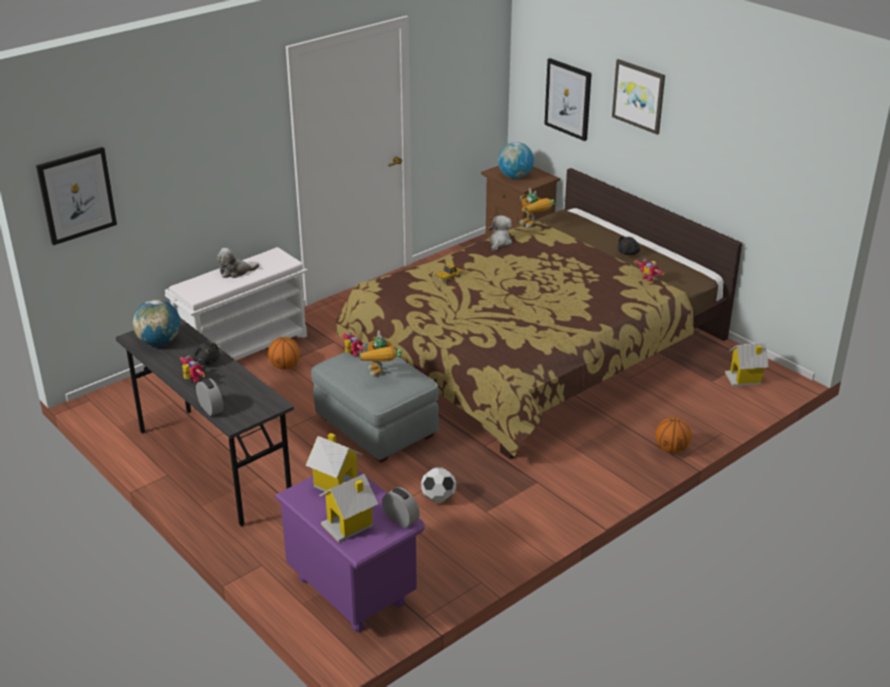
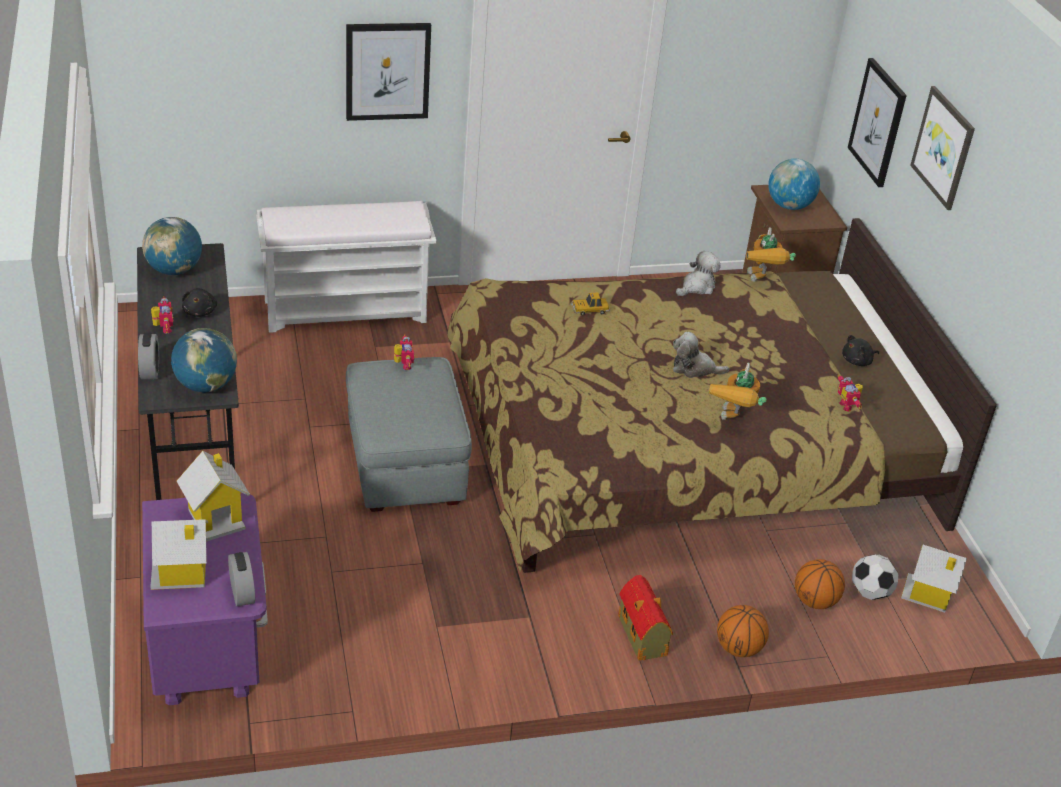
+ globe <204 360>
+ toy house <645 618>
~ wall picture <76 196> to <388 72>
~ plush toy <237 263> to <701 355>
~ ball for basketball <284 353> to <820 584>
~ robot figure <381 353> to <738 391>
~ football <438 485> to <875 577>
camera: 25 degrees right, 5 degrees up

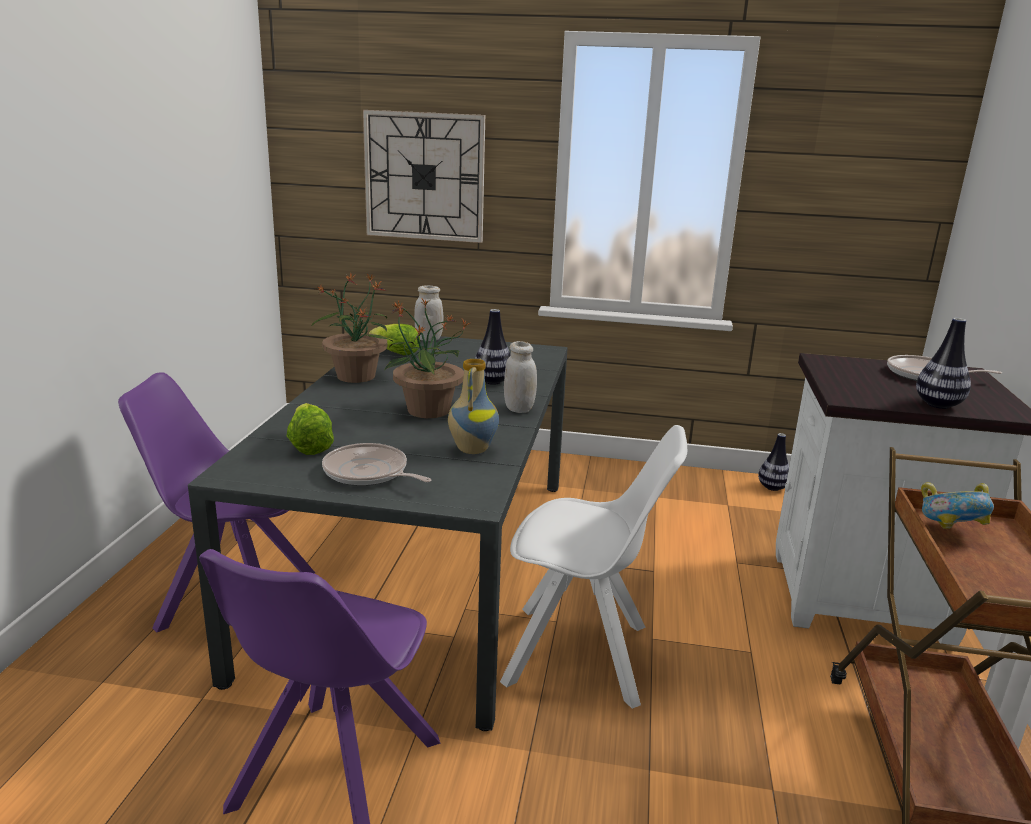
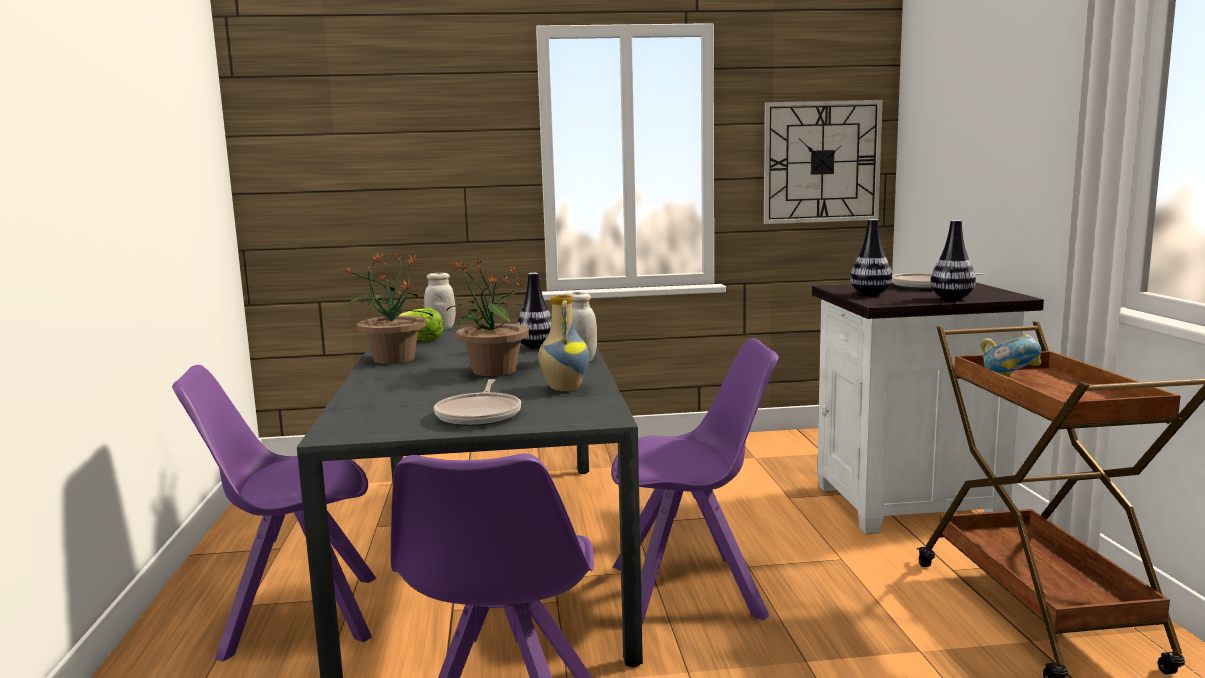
- lettuce head <310 429>
~ hanging clock <424 176> to <823 162>
~ flower vase <773 462> to <871 257>
~ upright chair (white-coloured) <593 567> to upright chair (purple-coloured) <695 481>
~ frying pan <376 464> = <477 402> 105 degrees counterclockwise
camera: 15 degrees left, 10 degrees down

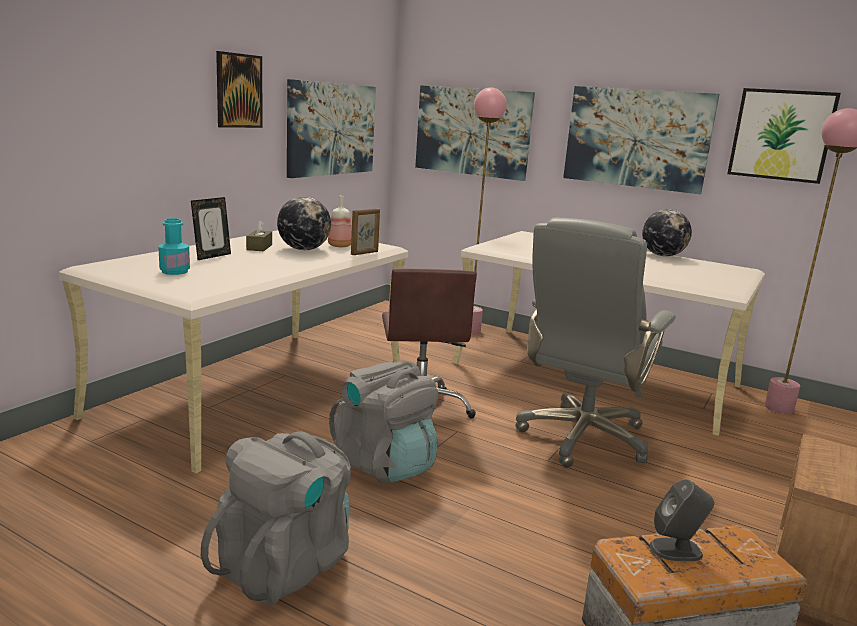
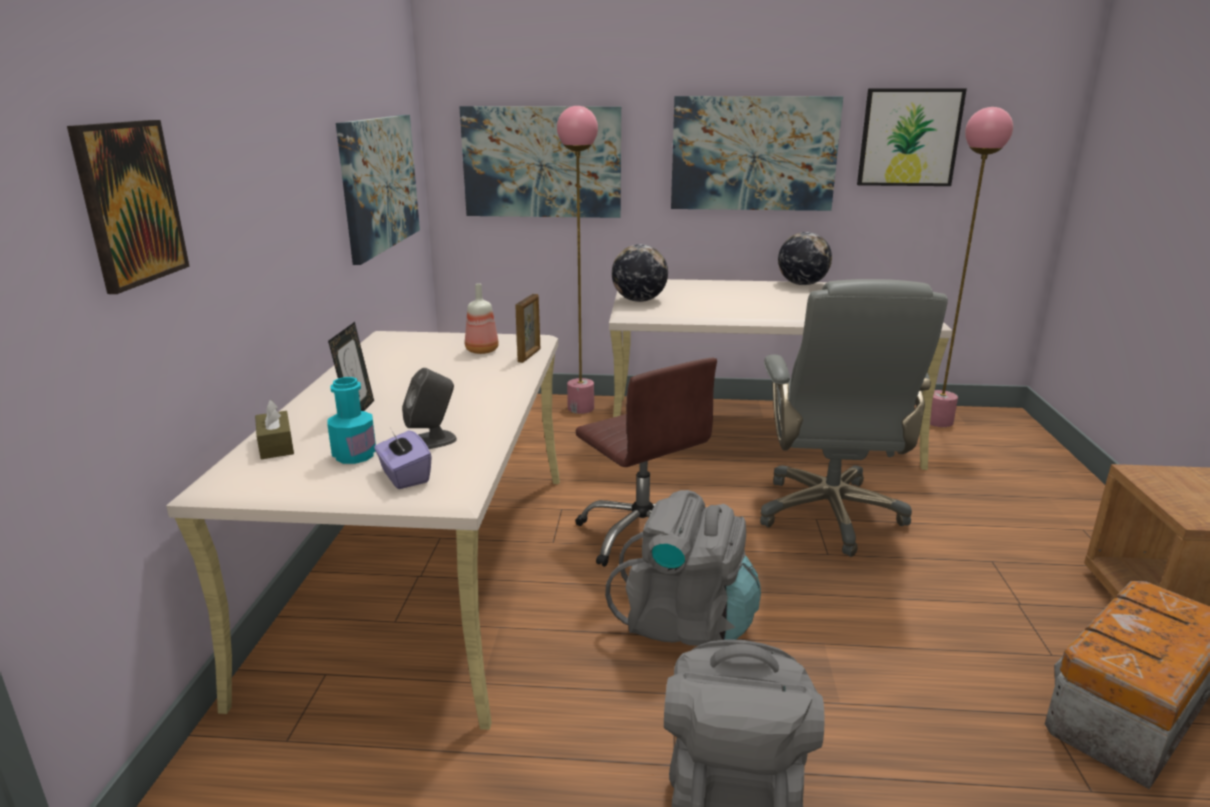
+ tissue holder (purple-coloured) <403 459>
~ wall picture <239 89> to <128 207>
~ tissue holder (brown-coloured) <259 235> to <274 429>
~ globe <304 223> to <640 273>
~ loudspeaker (gray) <682 520> to <429 408>
camera: 25 degrees left, 5 degrees up

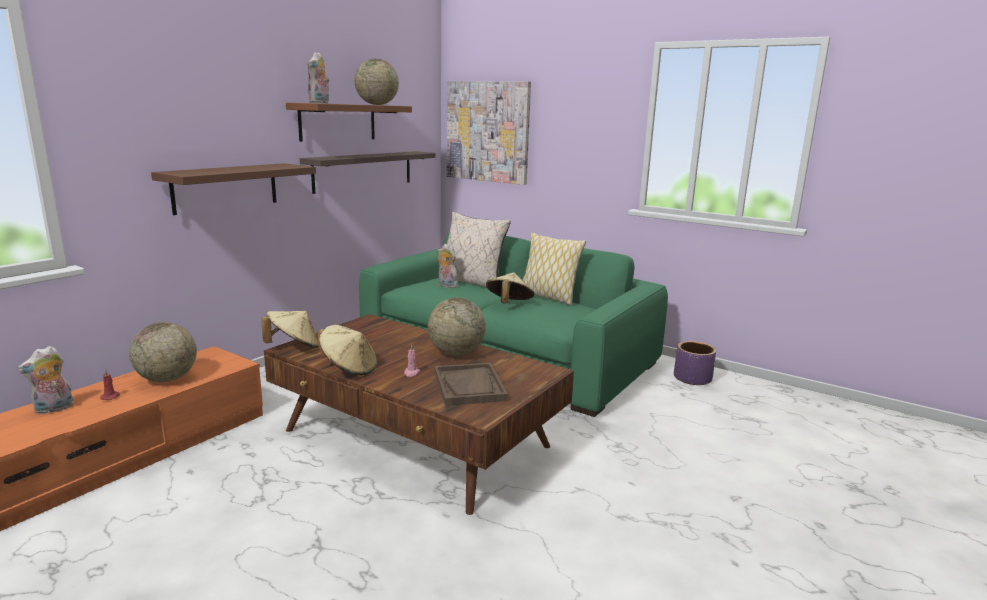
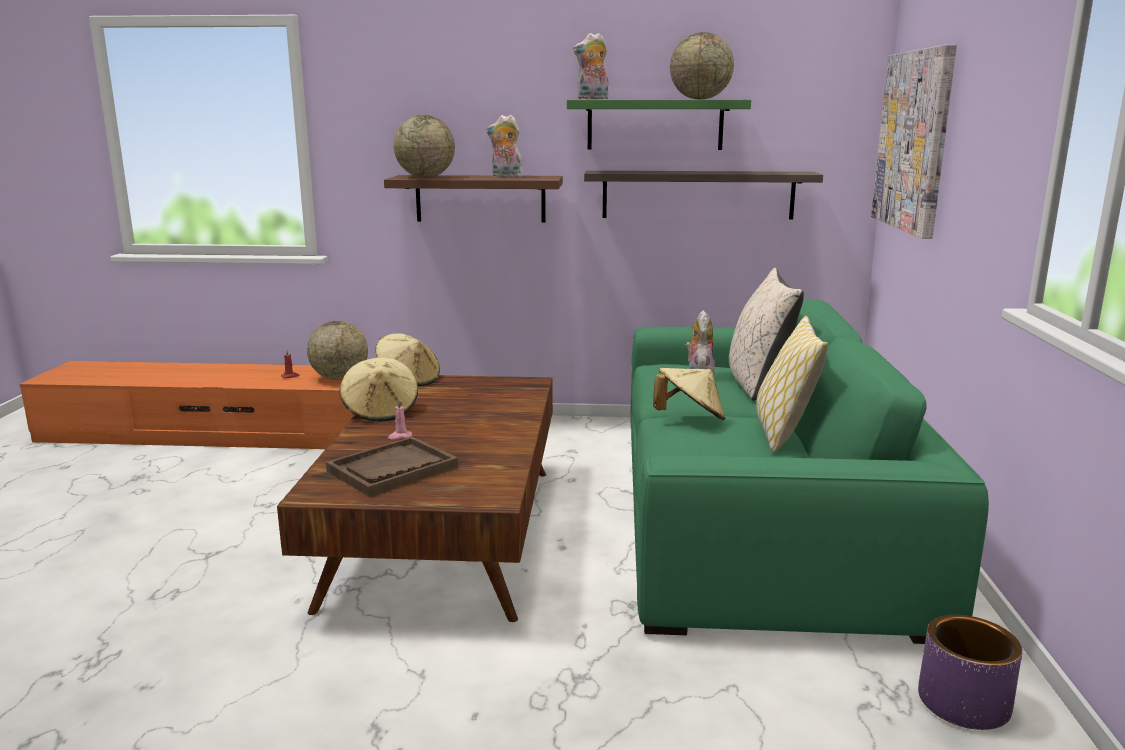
~ plush toy <46 380> to <505 146>
~ globe <457 327> to <424 146>
~ shelf (brown-coloured) <349 122> to shelf (green) <659 125>
camera: 60 degrees right, 0 degrees up

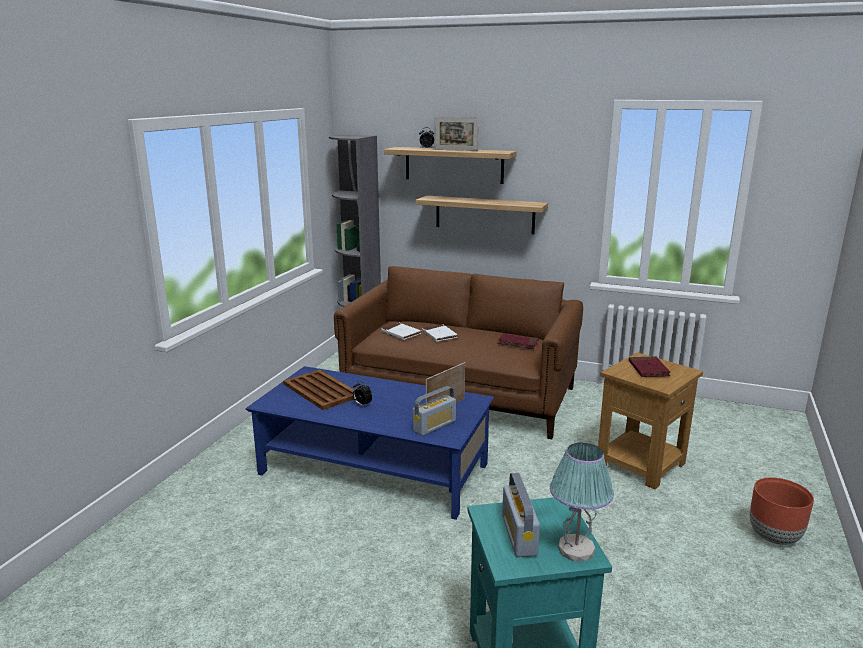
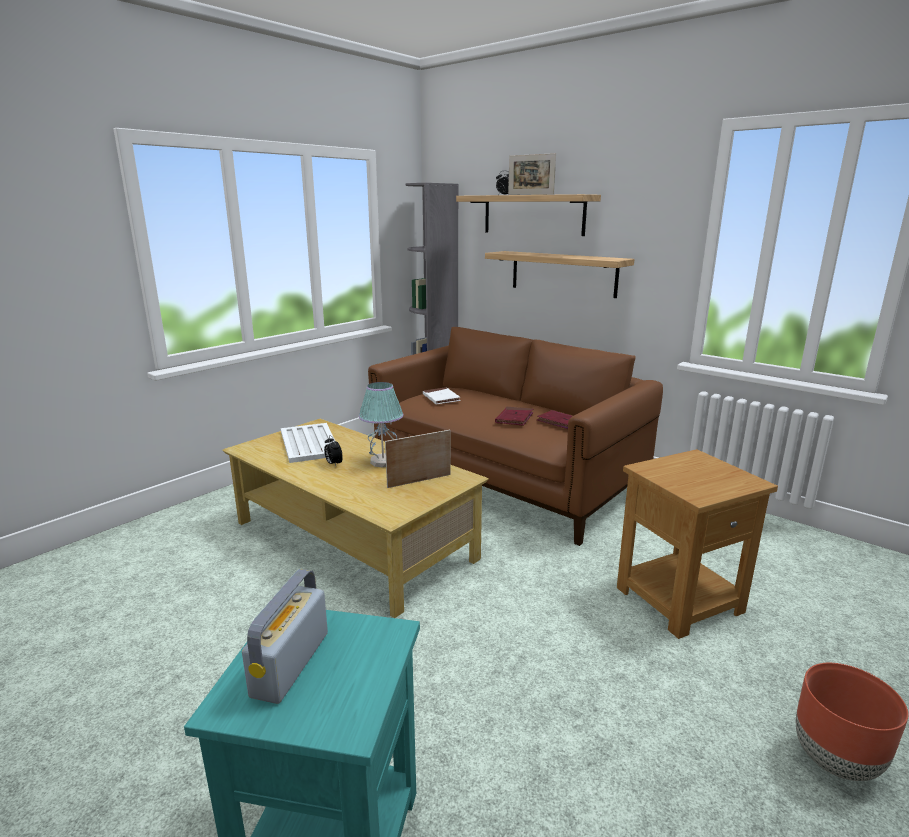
- radio <434 411>
- book (white-coloured) <440 333>
~ tabletop lamp <582 502> to <381 424>
~ book (reddish) <650 366> to <514 416>
~ coffee table (blue) <369 443> to coffee table (sand-coloured) <355 518>
~ carrying tray (brown-coloured) <318 390> to carrying tray (white-coloured) <308 443>
camera: 20 degrees right, 0 degrees up

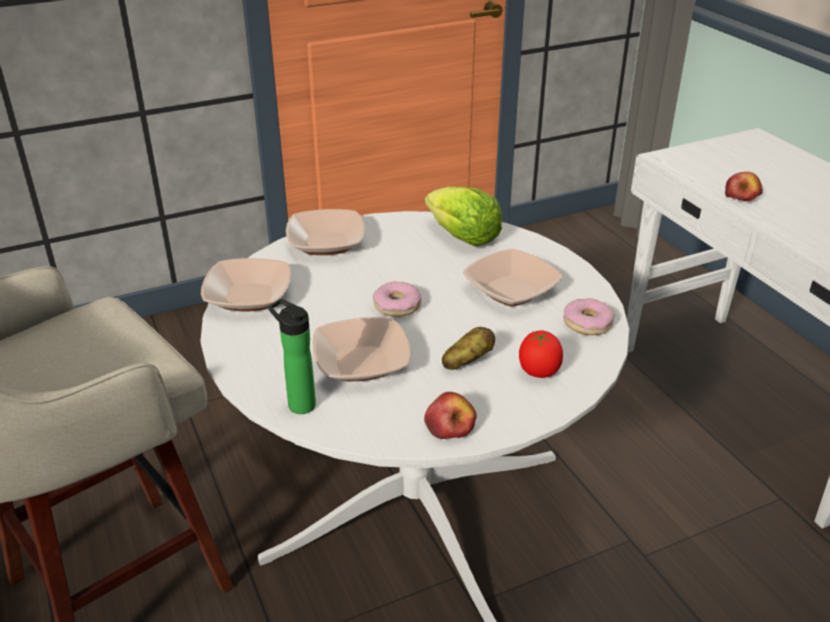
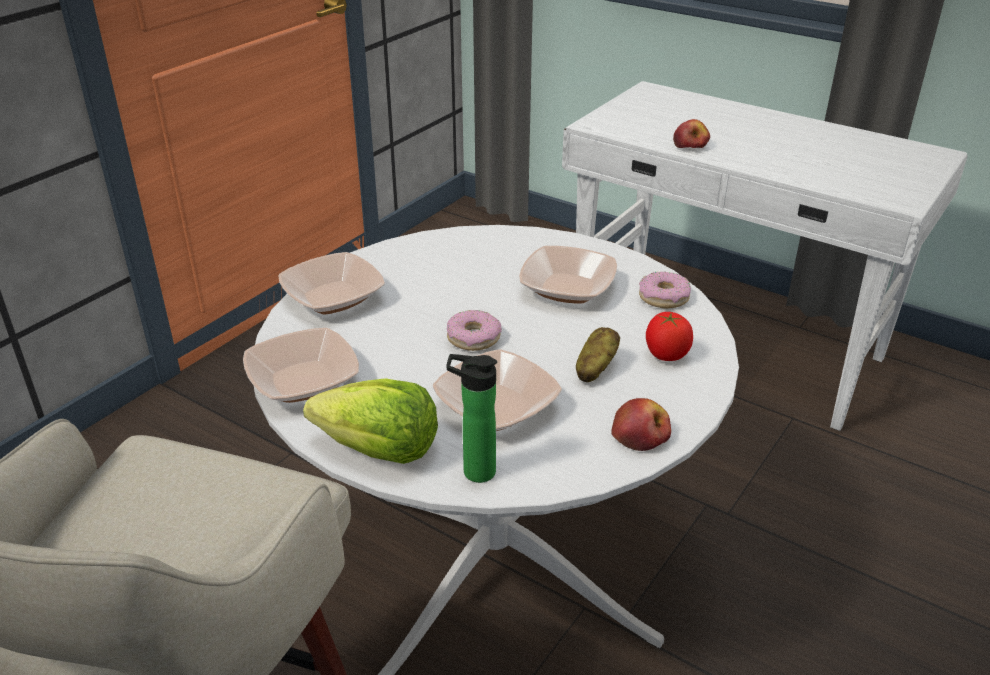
~ lettuce head <463 216> to <370 421>
camera: 30 degrees left, 0 degrees up

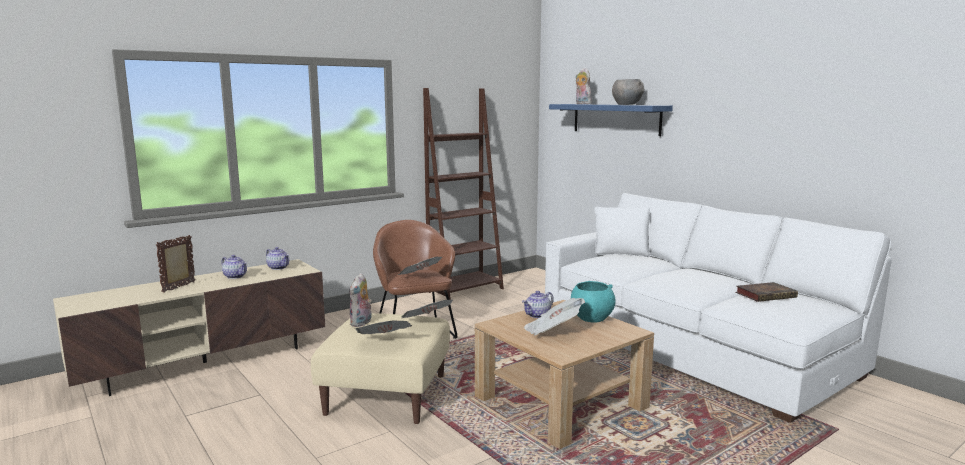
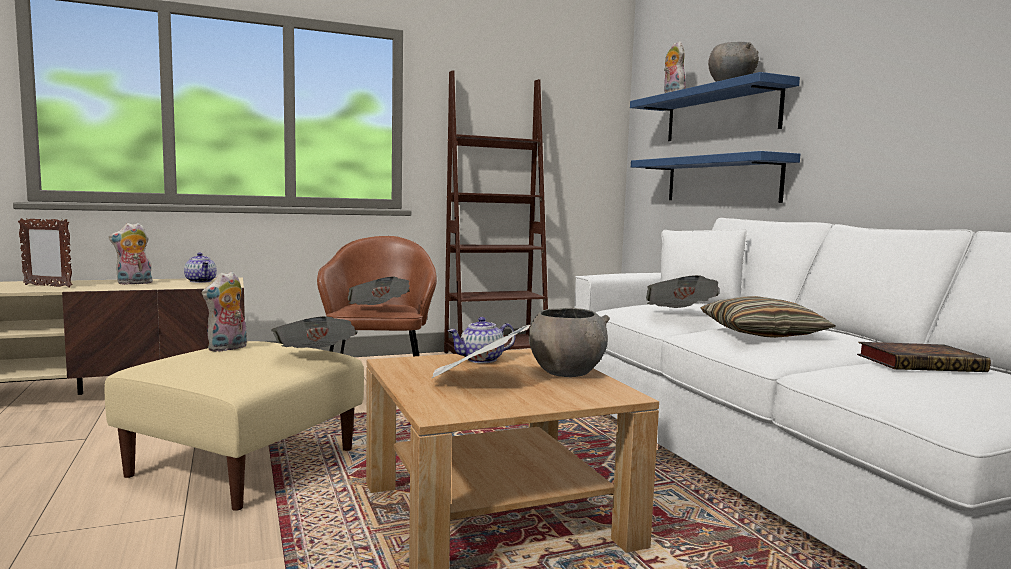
+ shelf (blue) <715 177>
+ pillow <768 317>
~ newspaper <383 327> to <682 291>
~ pot for tea <234 267> to plush toy <131 254>
~ serving bowl (blue-green) <593 301> to serving bowl (gray) <569 342>
~ photo frame <175 264> = <45 253> 120 degrees counterclockwise
camera: 15 degrees right, 5 degrees down

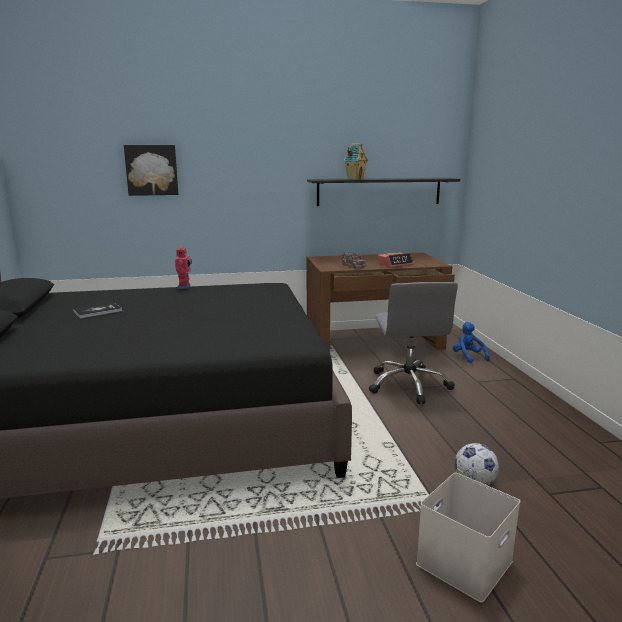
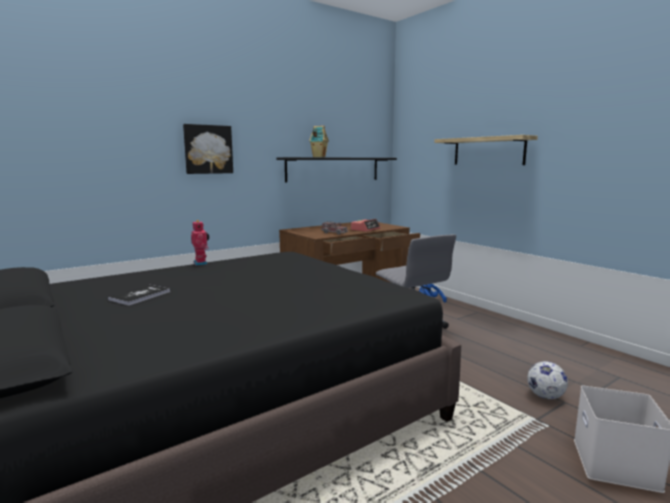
+ shelf <486 150>
~ wall picture <151 170> to <208 149>
camera: 25 degrees left, 5 degrees down

